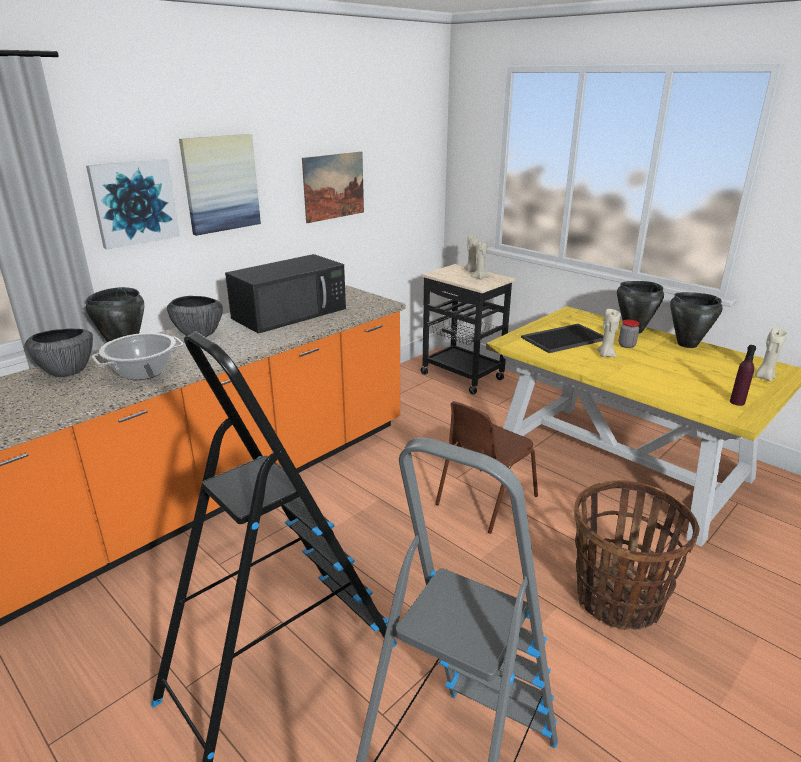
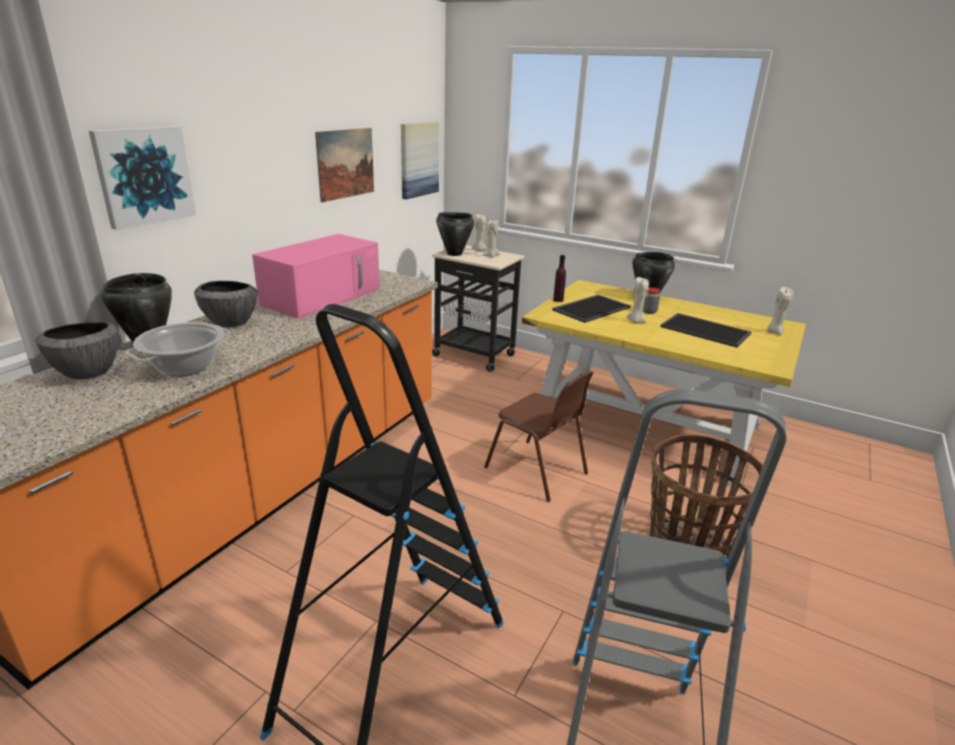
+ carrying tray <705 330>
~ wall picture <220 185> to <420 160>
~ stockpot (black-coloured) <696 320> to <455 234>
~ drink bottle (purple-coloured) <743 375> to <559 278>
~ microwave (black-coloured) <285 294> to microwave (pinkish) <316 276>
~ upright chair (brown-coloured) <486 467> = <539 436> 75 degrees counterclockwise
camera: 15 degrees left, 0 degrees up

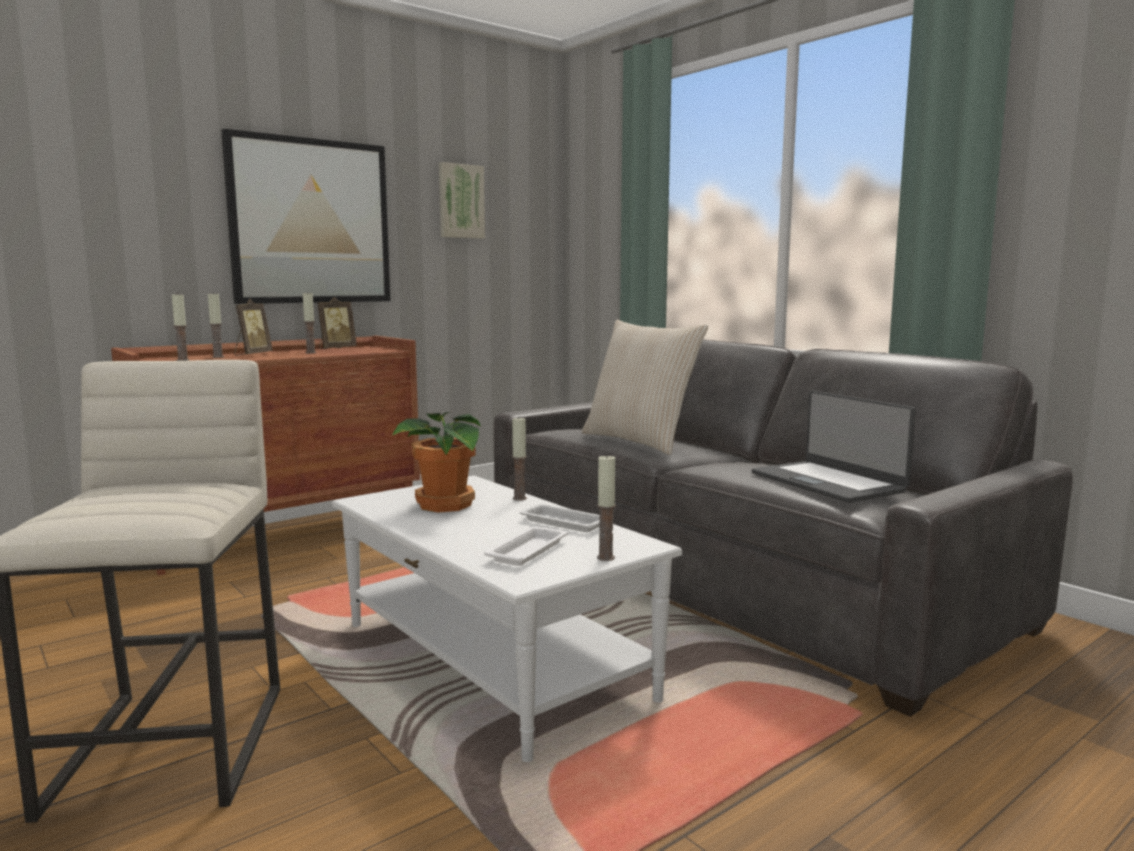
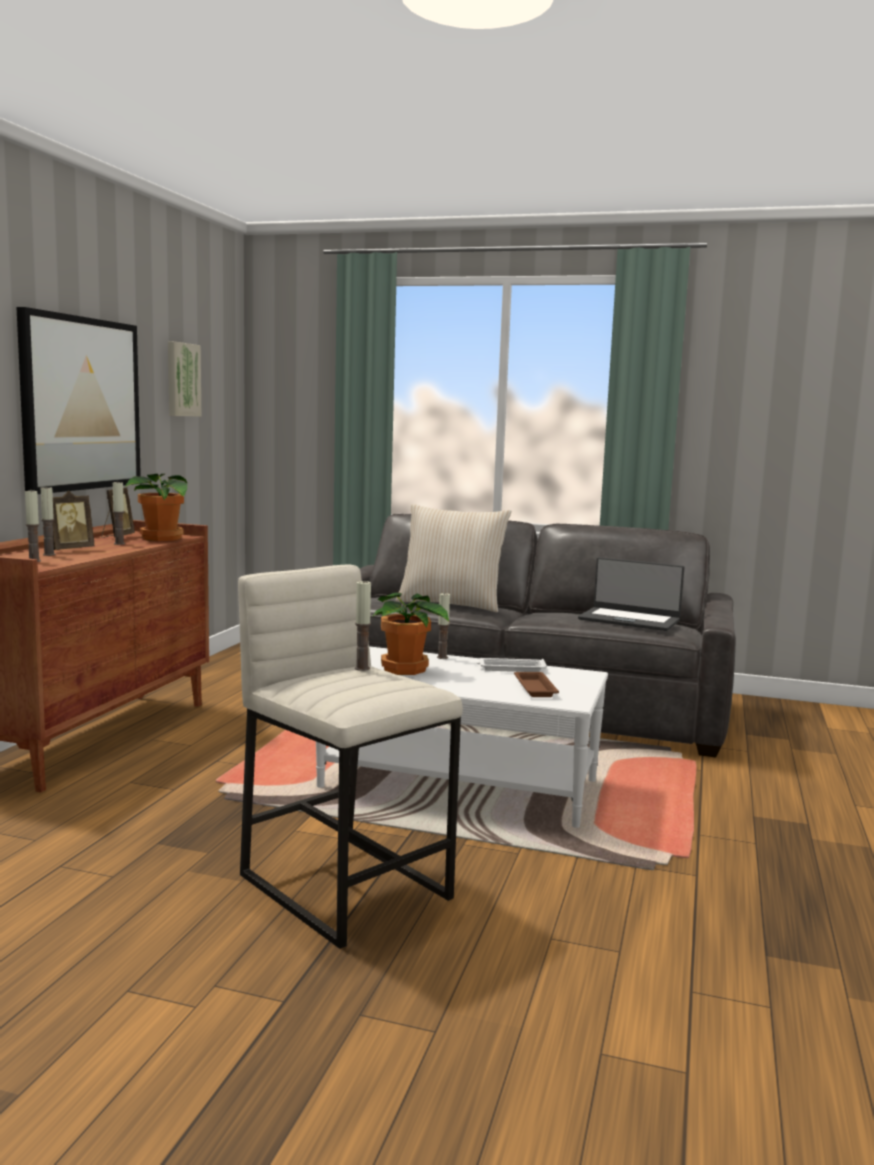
+ houseplant <156 507>
~ wax candle <606 507> to <363 625>
~ carrying tray (white-coloured) <526 546> to carrying tray (brown-coloured) <536 684>
~ photo frame <253 327> = <73 520> 60 degrees clockwise
camera: 35 degrees left, 0 degrees up

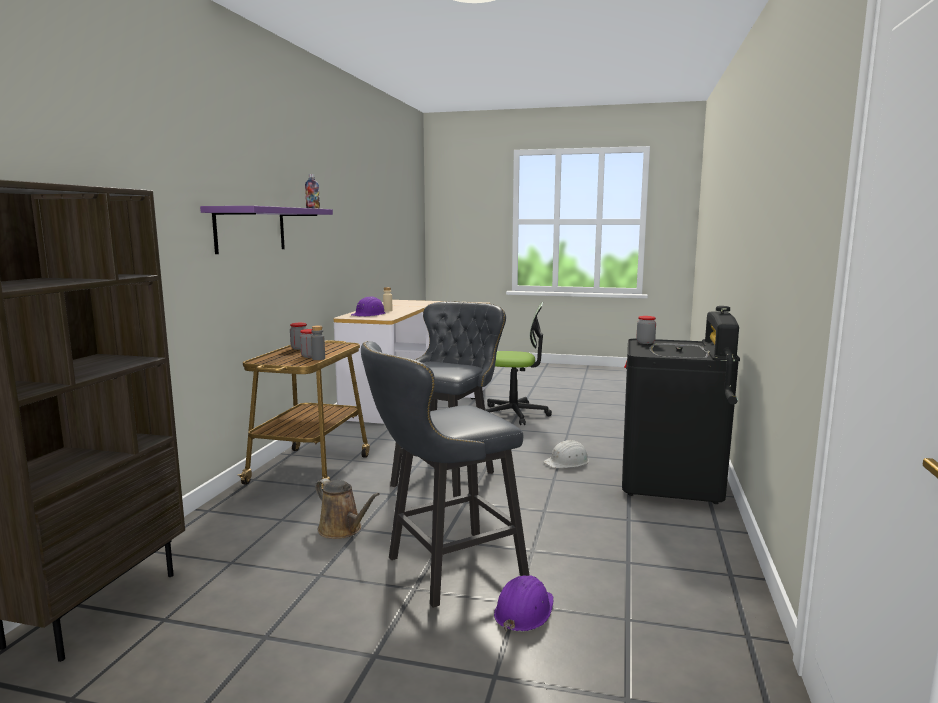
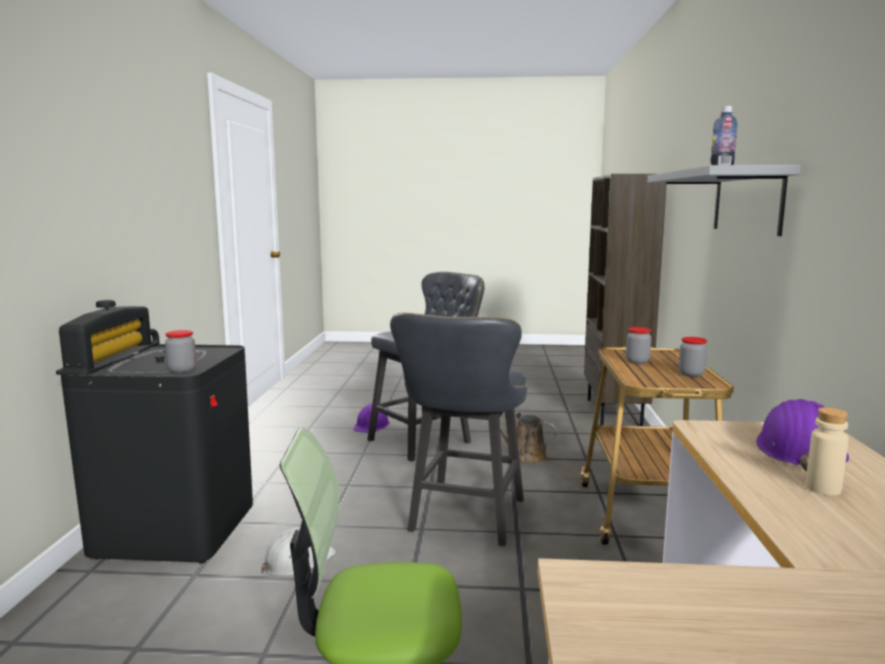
- drink bottle (gray) <318 342>
~ shelf (purple-coloured) <266 230> to shelf (gray) <724 200>
camera: 170 degrees right, 0 degrees up

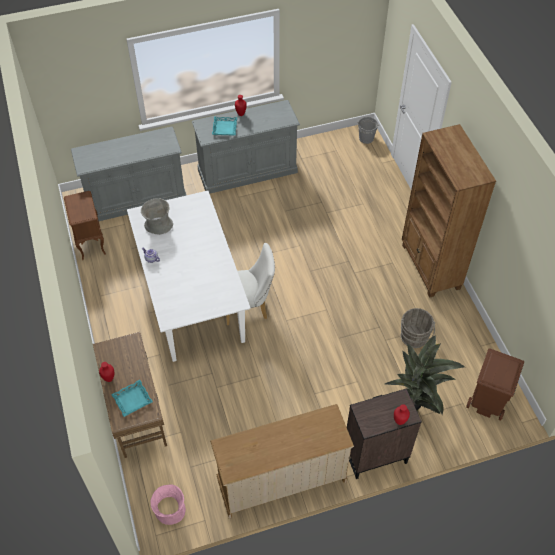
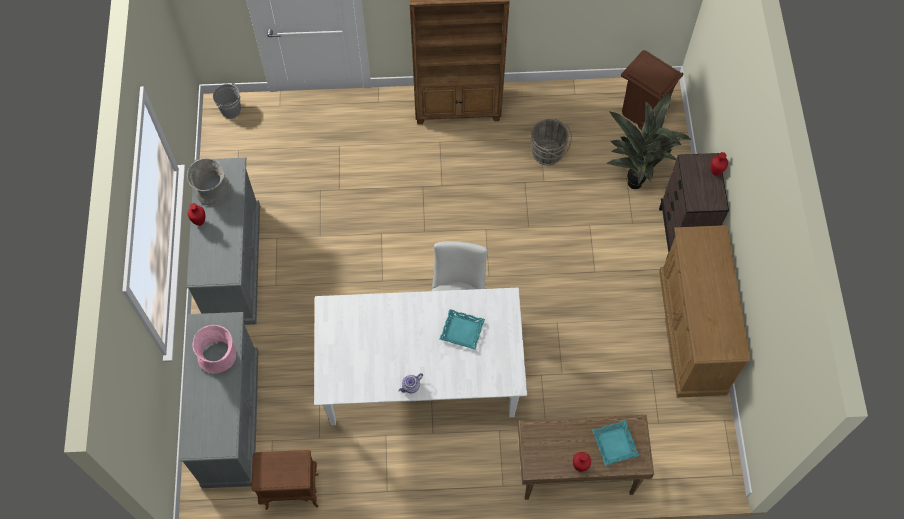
~ flower vase (gray) <157 216> to <208 181>
~ flower vase (pinkish) <168 504> to <214 349>
~ carrying tray (blue-green) <224 126> to <462 329>
camera: 75 degrees left, 10 degrees up

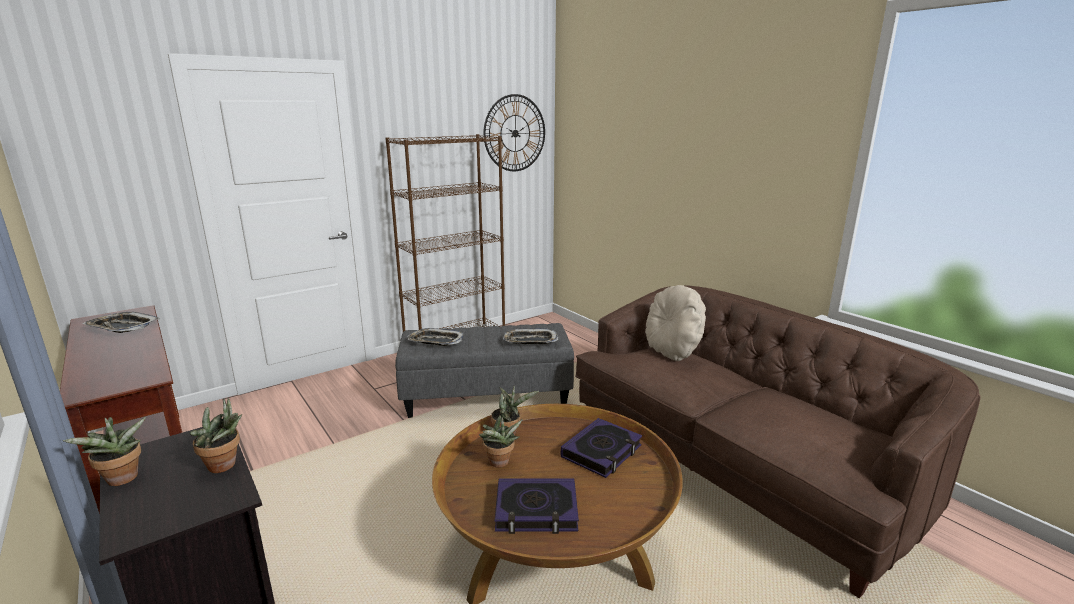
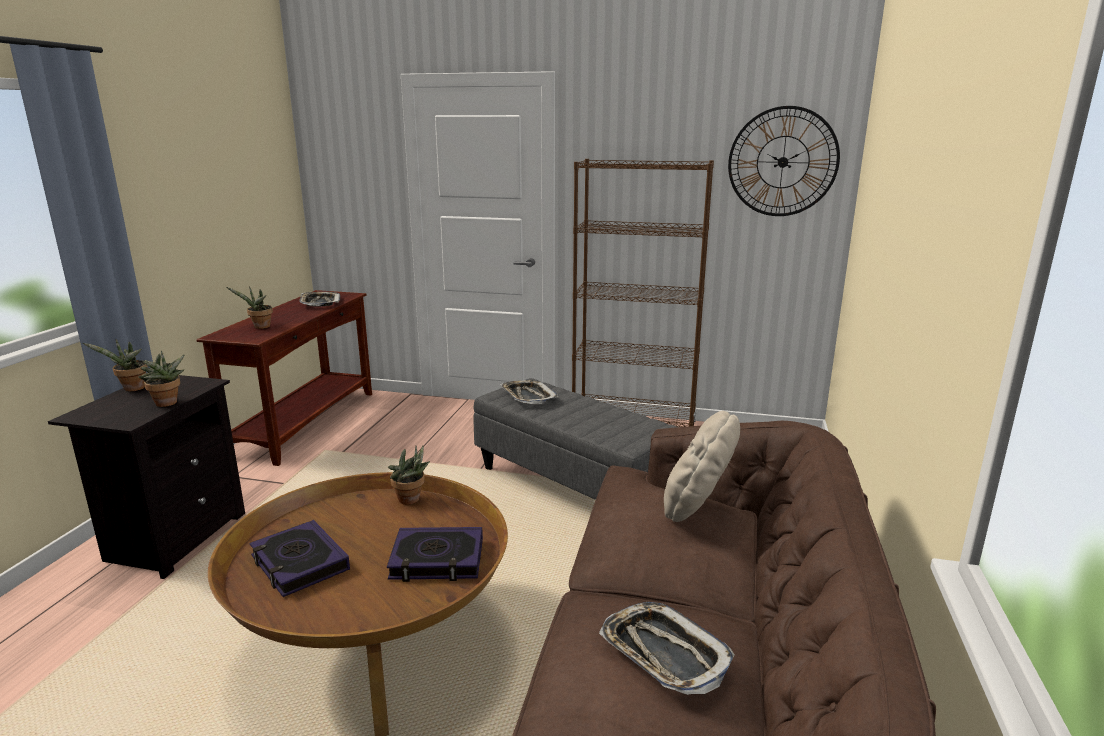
~ houseplant <501 442> to <250 307>
~ carrying tray <531 336> to <667 648>
camera: 50 degrees right, 0 degrees up

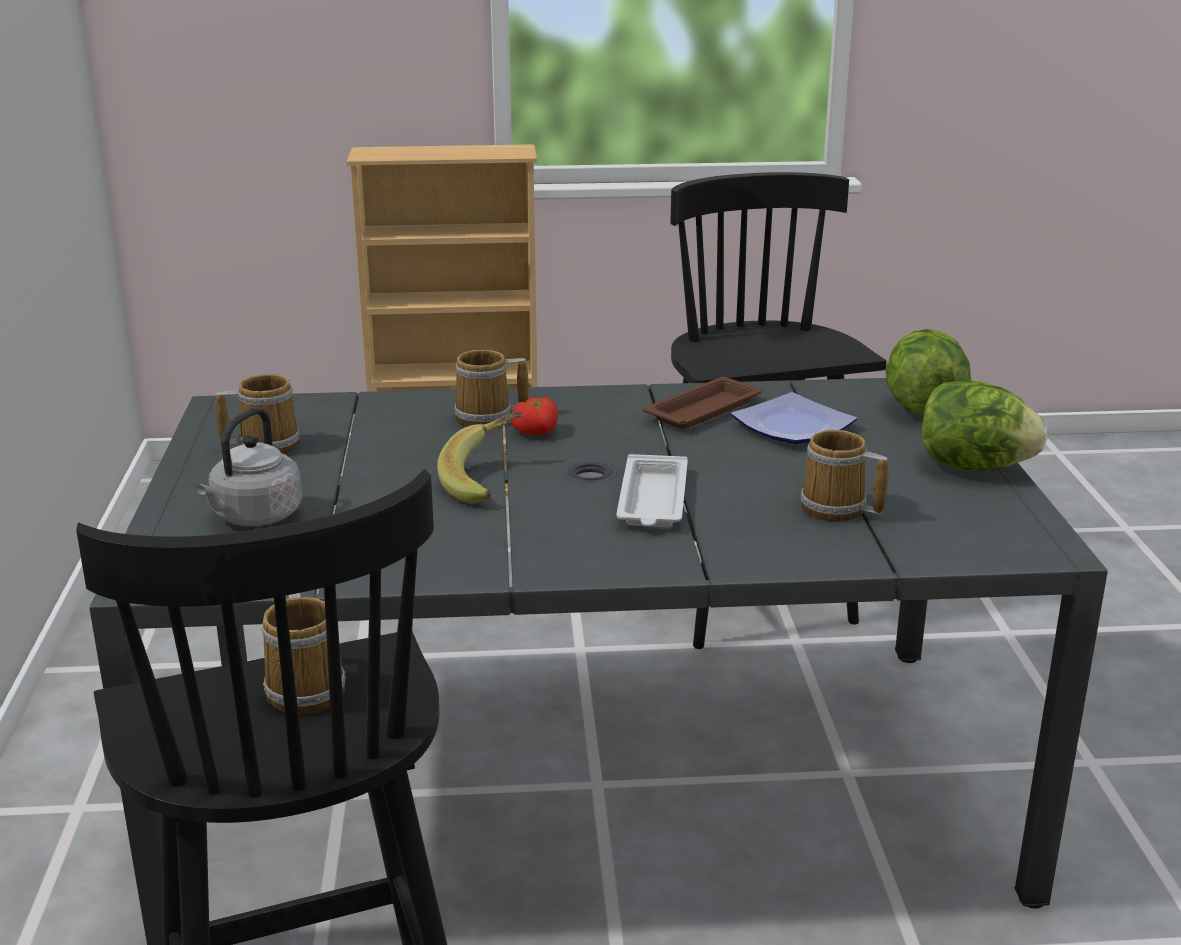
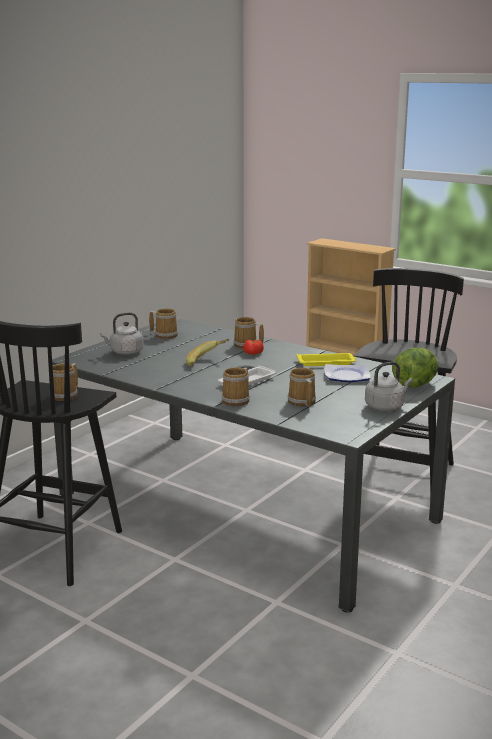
+ coffee mug <235 386>
~ lettuce head <985 425> to water kettle (gray) <389 386>
~ carrying tray (brown-coloured) <702 403> to carrying tray (yellow) <326 359>
camera: 40 degrees right, 5 degrees down

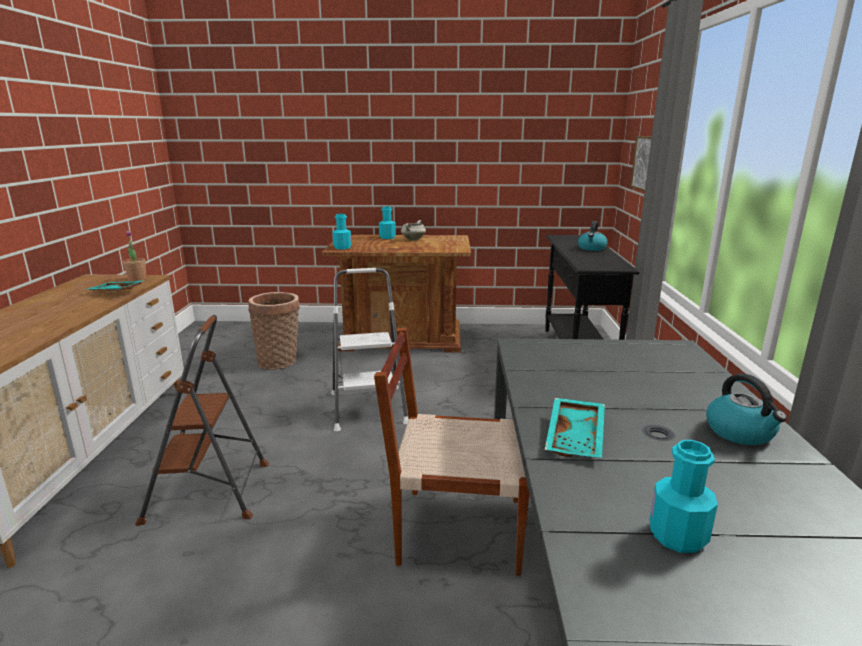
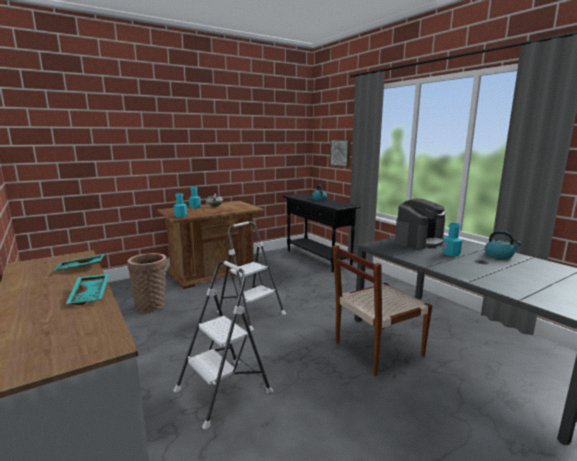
- houseplant <135 256>
+ coffee machine <420 223>
~ carrying tray (blue-green) <575 428> to <87 289>
~ drink bottle (blue-green) <684 496> to <452 239>
~ stepladder (brown-coloured) <202 420> to stepladder (white-coloured) <223 344>
camera: 35 degrees left, 5 degrees down

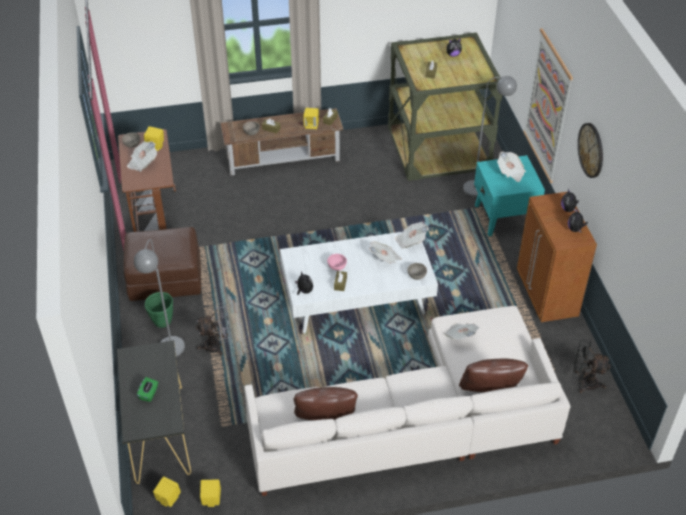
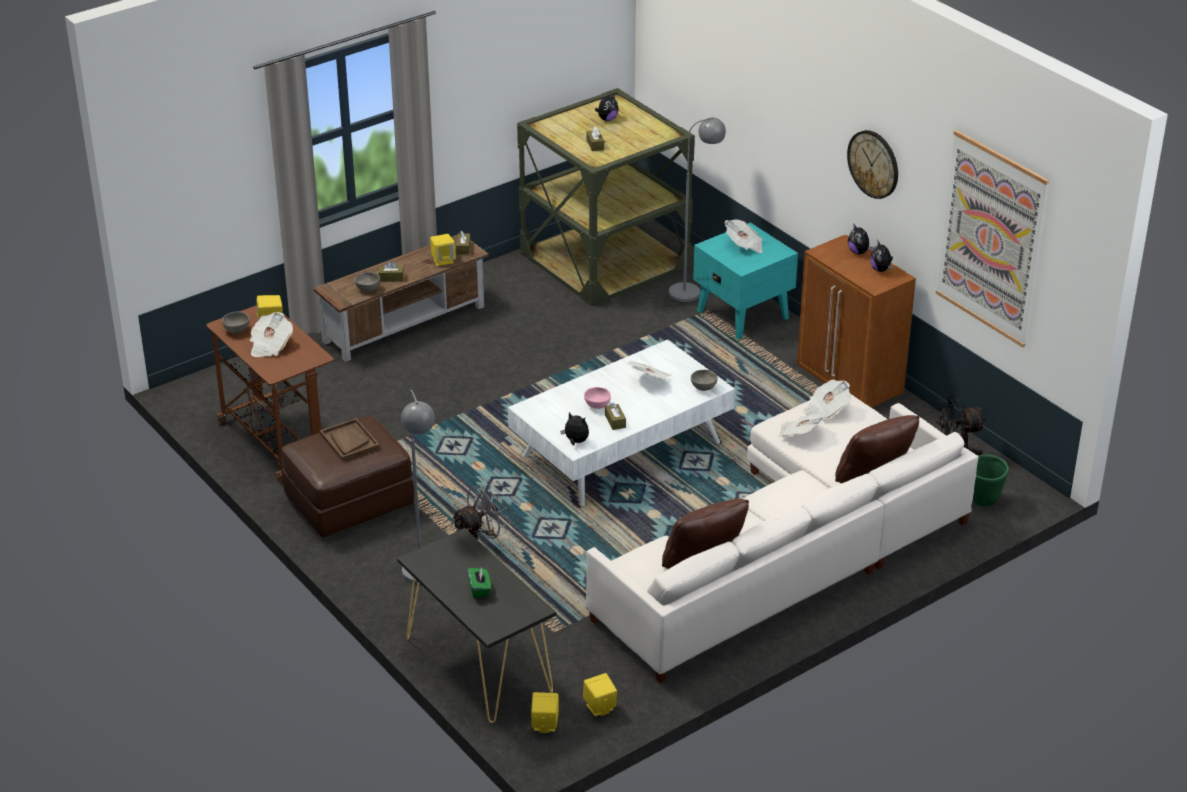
+ carrying tray (brown-coloured) <350 439>
~ flower pot (green) <159 310> to <991 480>
~ newspaper <412 235> to <827 400>
~ wall picture <548 105> to <992 239>
camera: 25 degrees left, 10 degrees down

